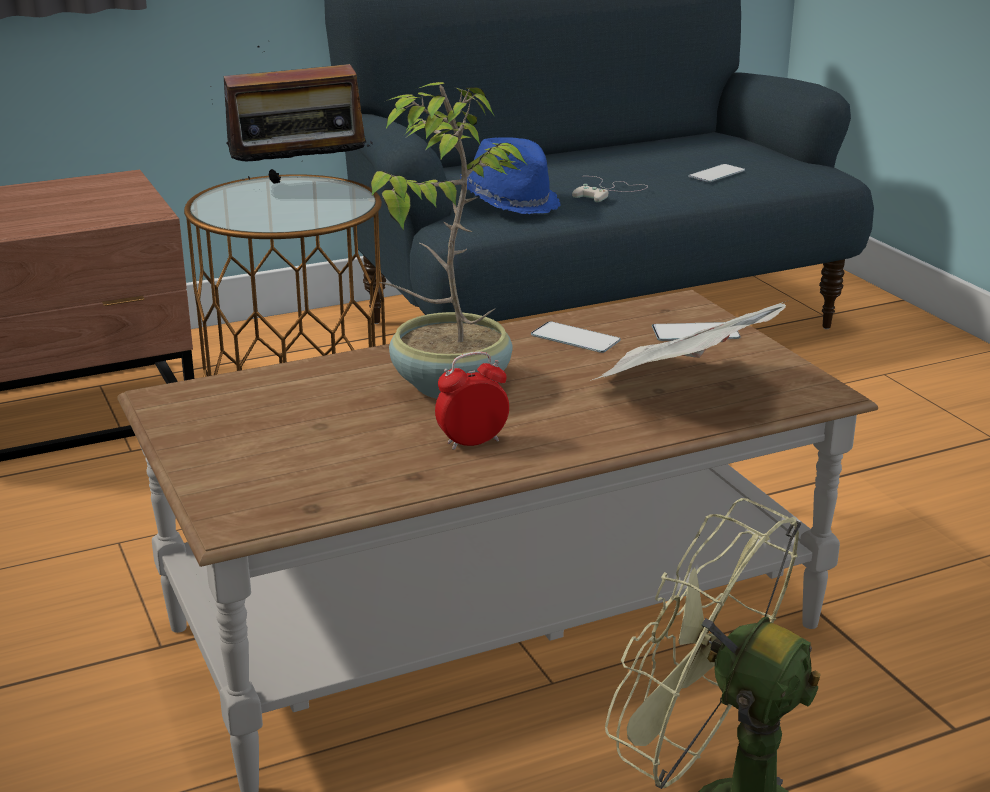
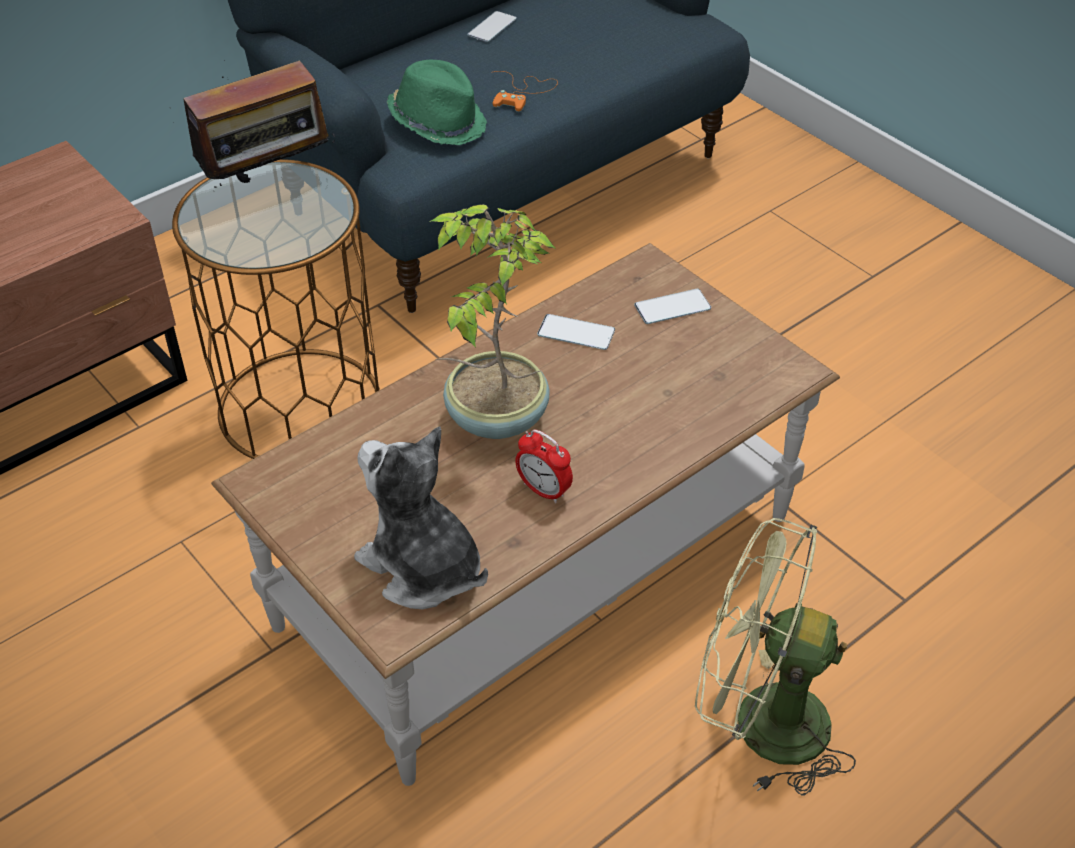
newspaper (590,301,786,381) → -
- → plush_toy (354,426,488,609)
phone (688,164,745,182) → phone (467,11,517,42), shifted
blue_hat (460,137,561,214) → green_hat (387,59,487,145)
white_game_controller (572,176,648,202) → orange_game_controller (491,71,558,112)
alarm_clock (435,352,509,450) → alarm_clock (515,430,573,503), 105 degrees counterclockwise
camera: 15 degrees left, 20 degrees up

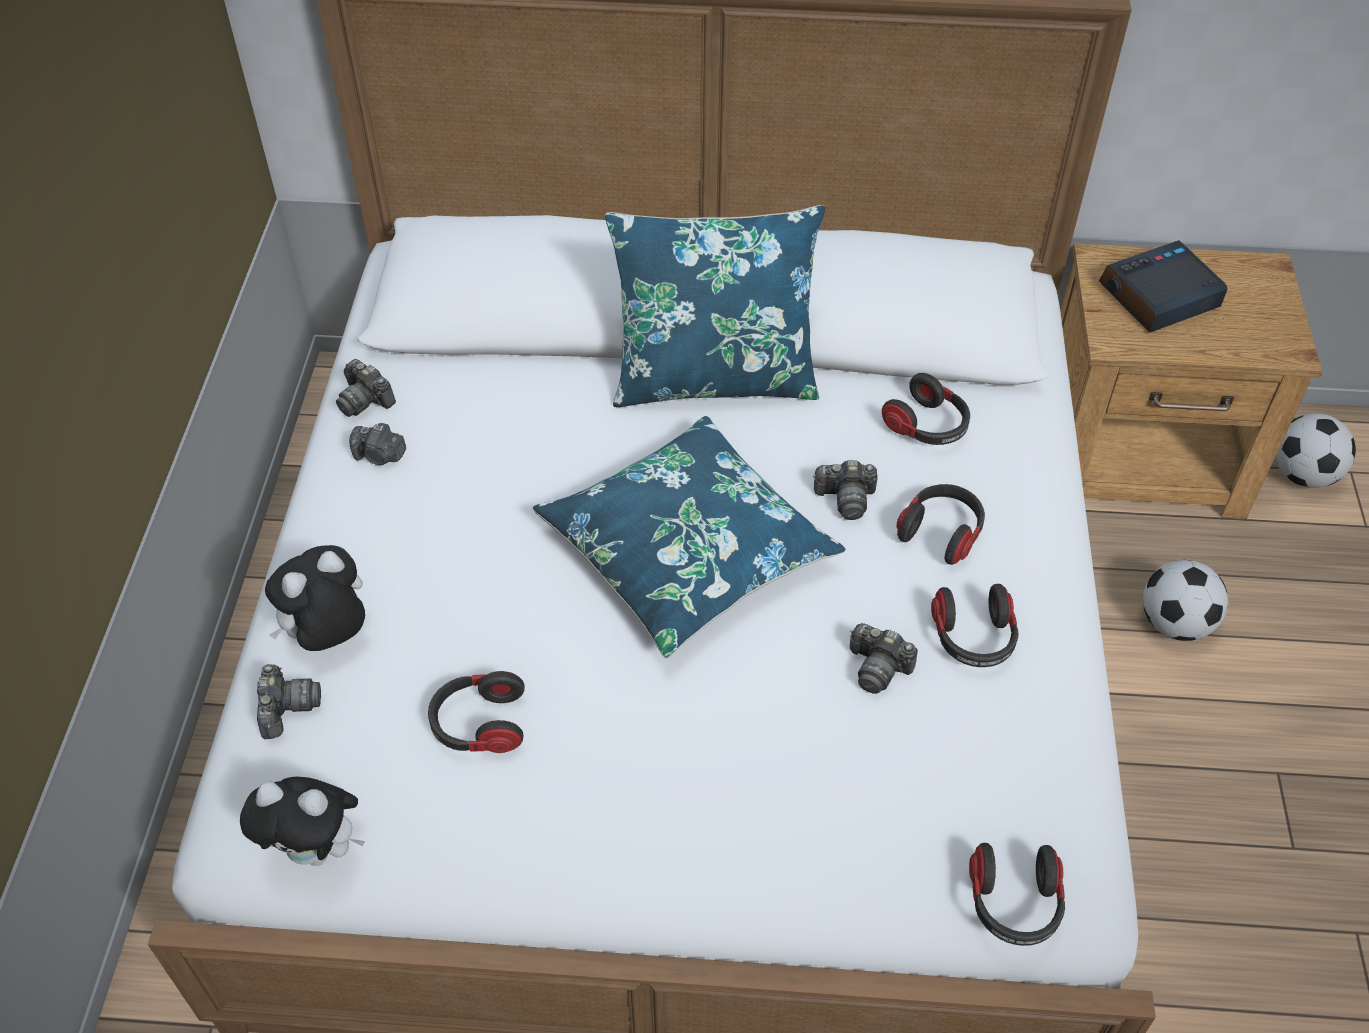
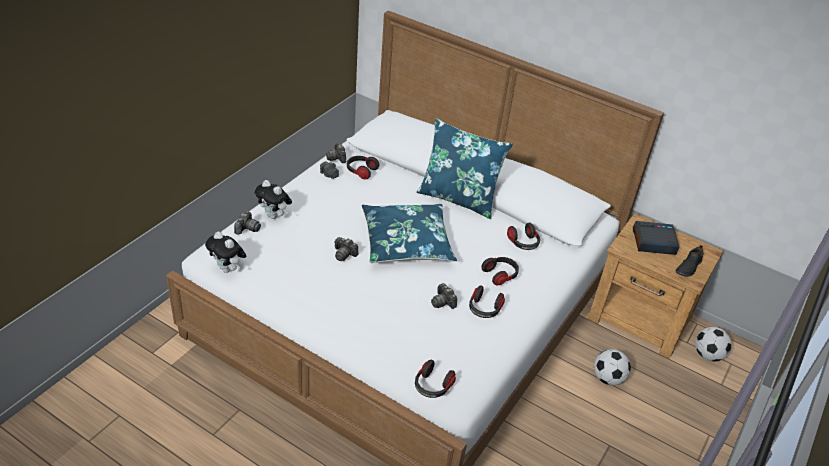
- → black_shoe (675,245,704,277)
headphones (428,671,525,753) → headphones (347,156,379,179), shifted
photo_camera (813,460,878,520) → photo_camera (335,237,358,261), shifted
plush_toy (265,545,365,651) → plush_toy (254,180,292,219), 135 degrees counterclockwise
camera: 25 degrees right, 10 degrees down

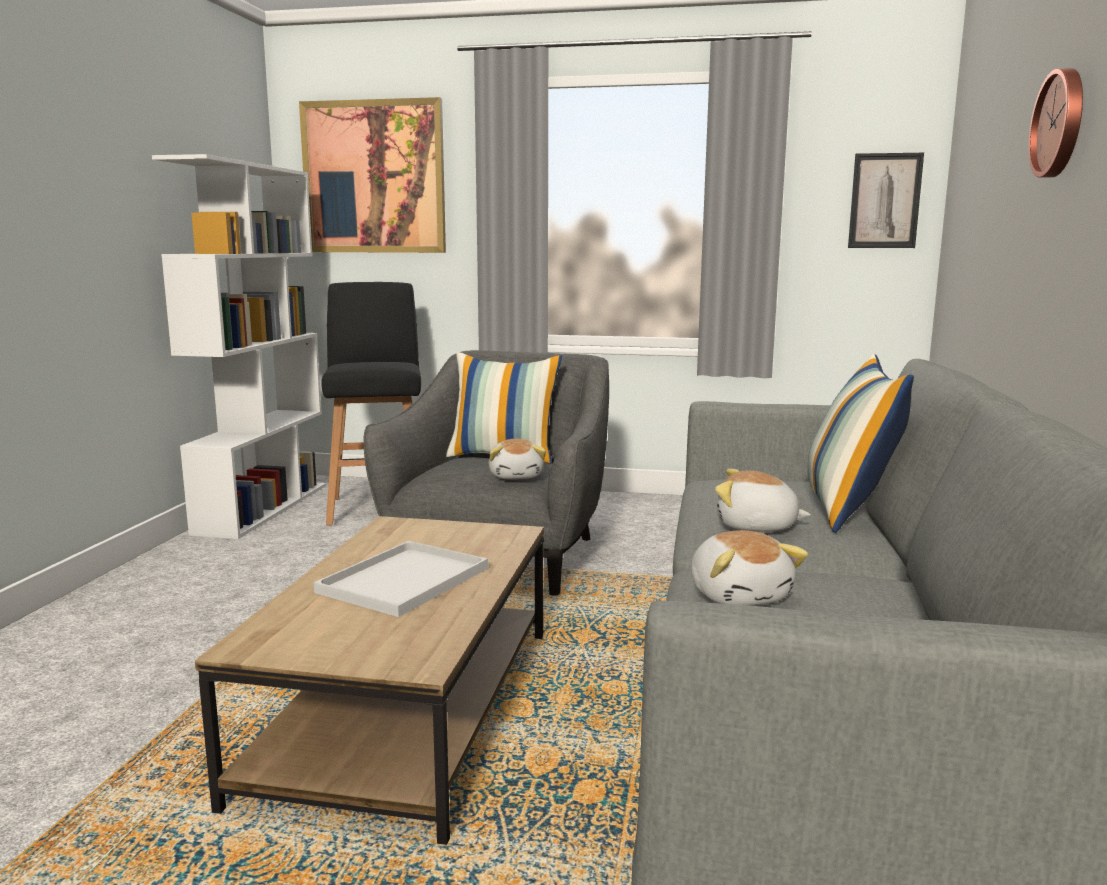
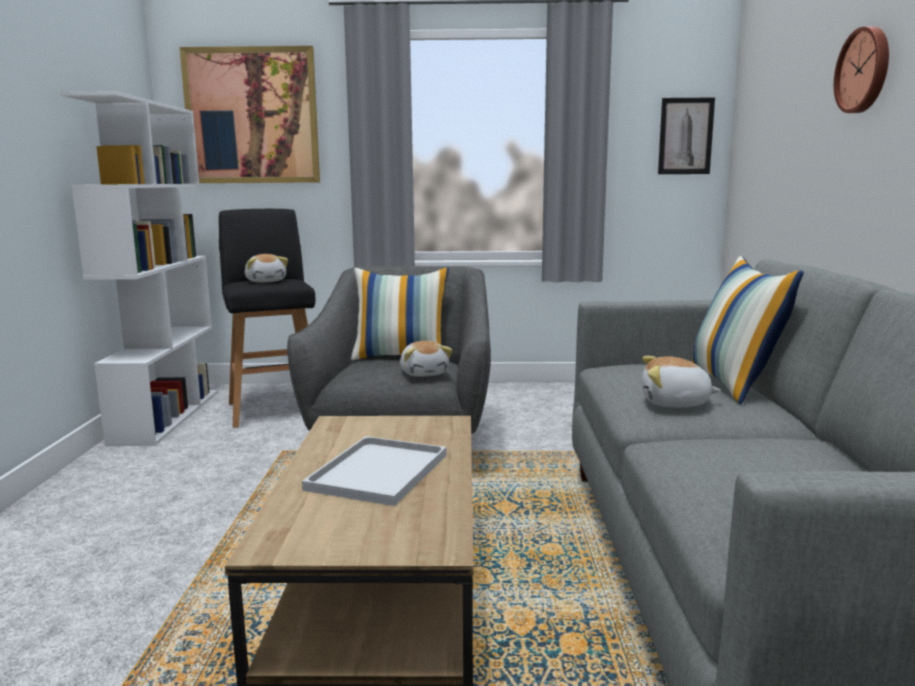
plush_toy (691,530,808,606) → plush_toy (245,254,288,282), shifted
camera: 10 degrees left, 0 degrees up

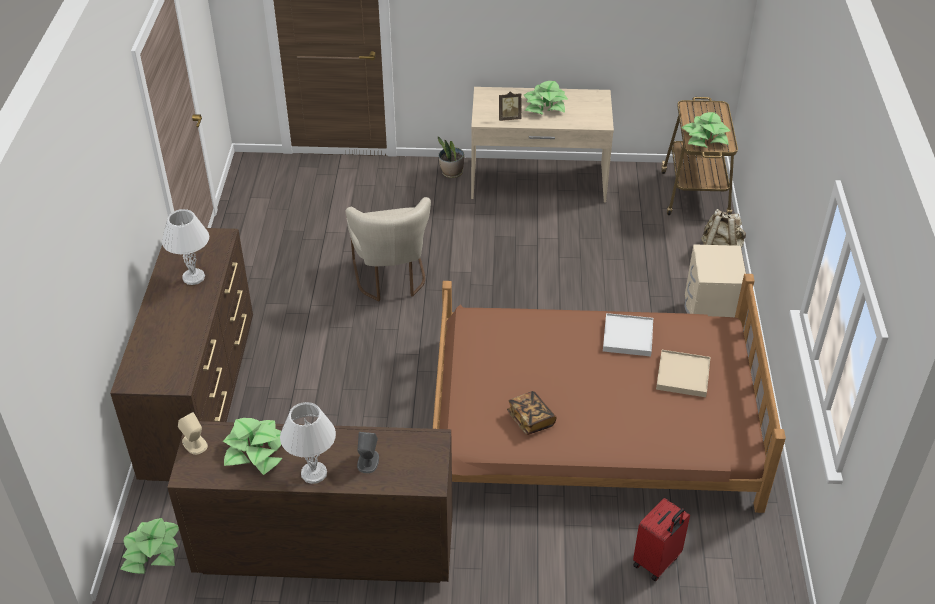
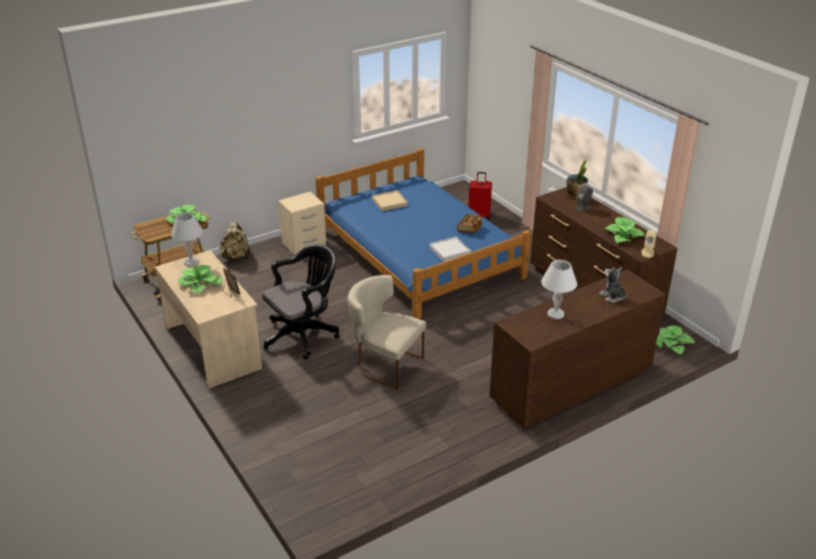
- → black_office_chair (262,244,339,360)
- → plush_toy (599,267,628,303)
white_table_lamp (280,402,336,484) → white_table_lamp (171,213,203,266), shifted
potted_plant (438,136,464,178) → potted_plant (567,159,588,199), shifted
white_tray (603,313,653,356) → white_tray (429,236,471,261), shifted
brown_bed (433,274,786,513) → blue_bed (315,148,531,319)
beige_chair (345,197,431,301) → beige_chair (347,275,426,389), 105 degrees counterclockwise
camera: 125 degrees left, 10 degrees down

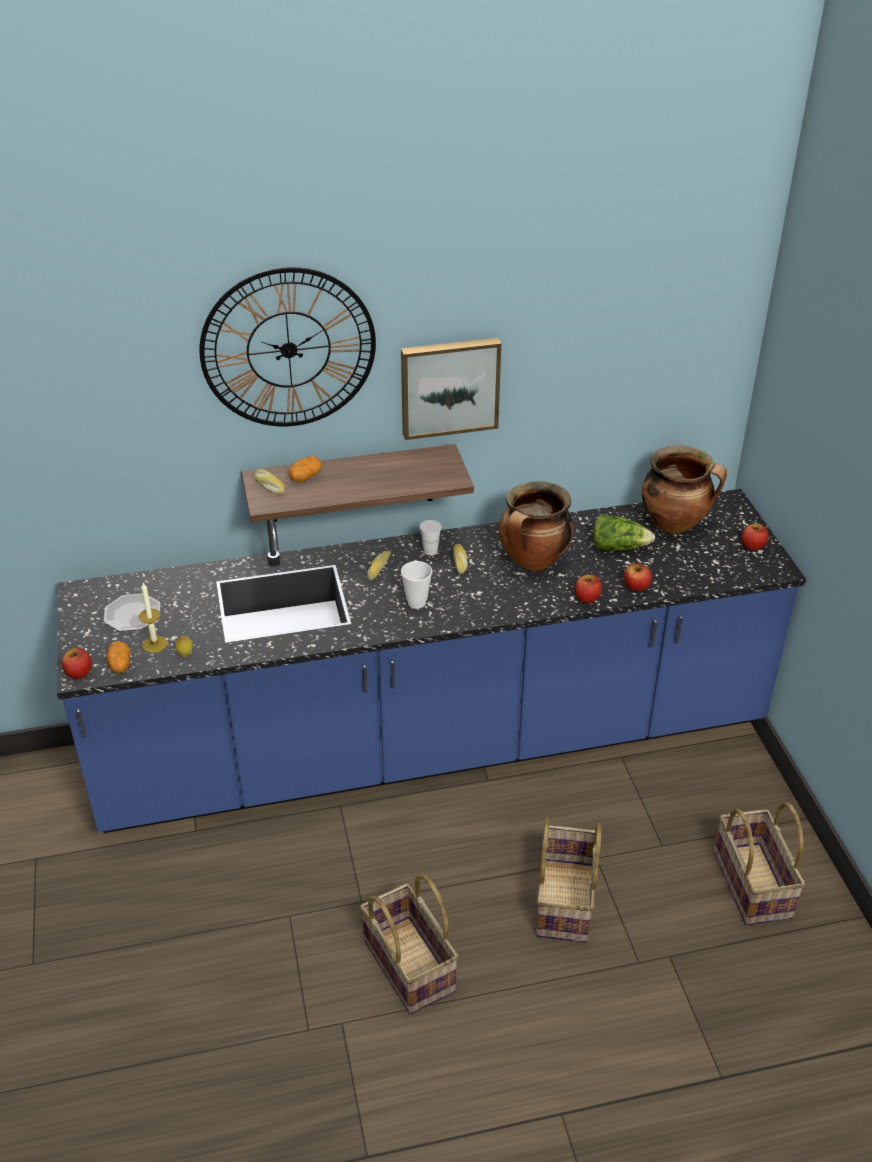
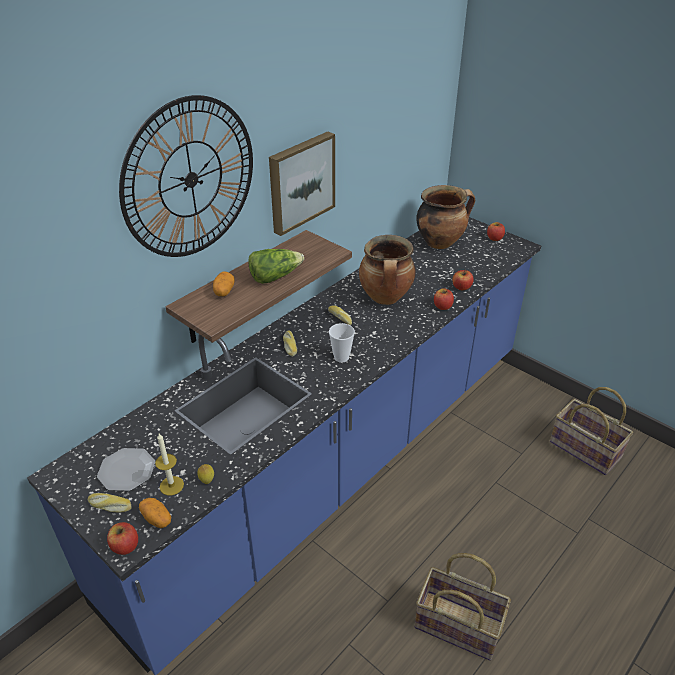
white_cup (419,520,442,555) → -
basket (536,817,602,943) → -
bread (254,469,286,494) → bread (88,493,132,513), shifted
lettuce (593,514,655,551) → lettuce (249,249,304,284), shifted
camera: 35 degrees left, 0 degrees up

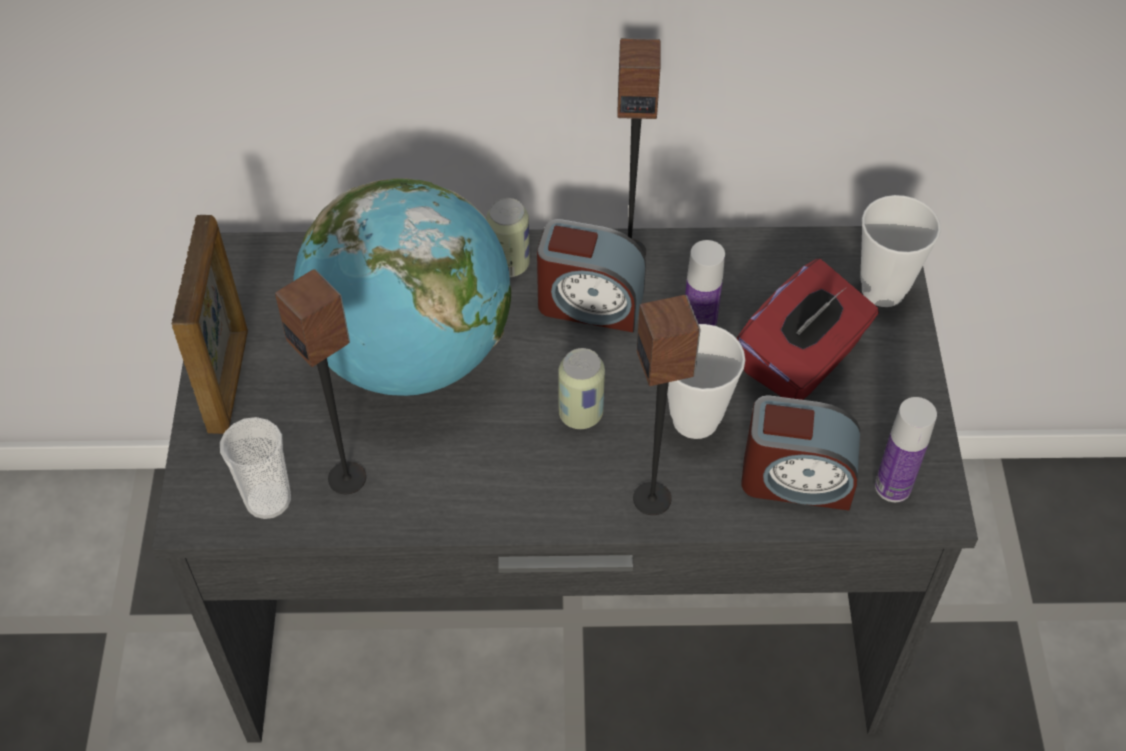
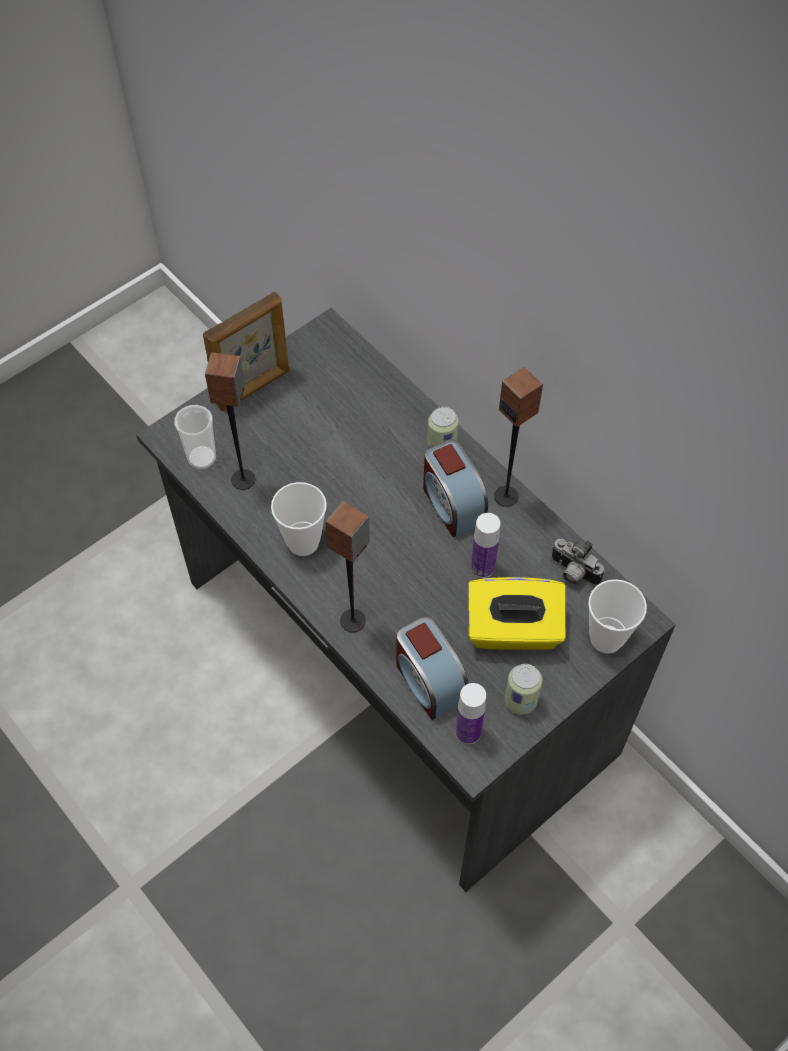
globe (293,178,511,396) → -
- → photo_camera (552,539,604,585)
can (558,348,605,429) → can (504,664,543,714), shifted
cup (667,324,745,439) → cup (271,482,327,556), shifted
red_tissue_box (736,259,879,400) → yellow_tissue_box (468,577,566,650)
camera: 50 degrees right, 5 degrees up

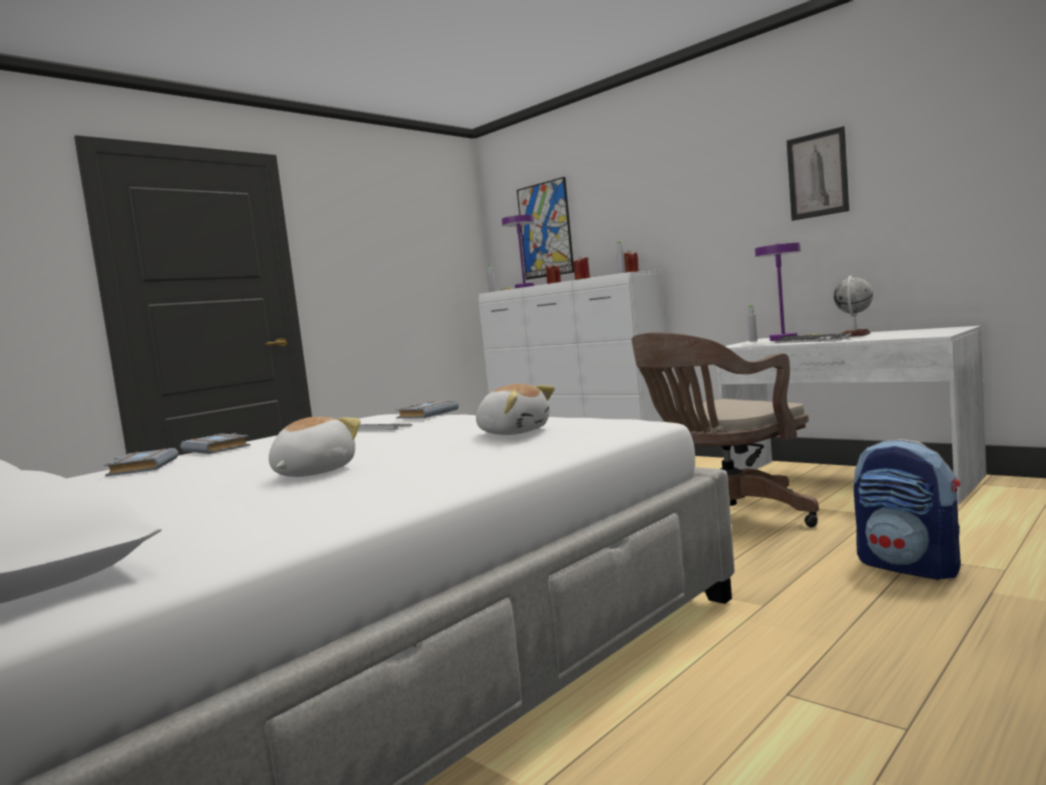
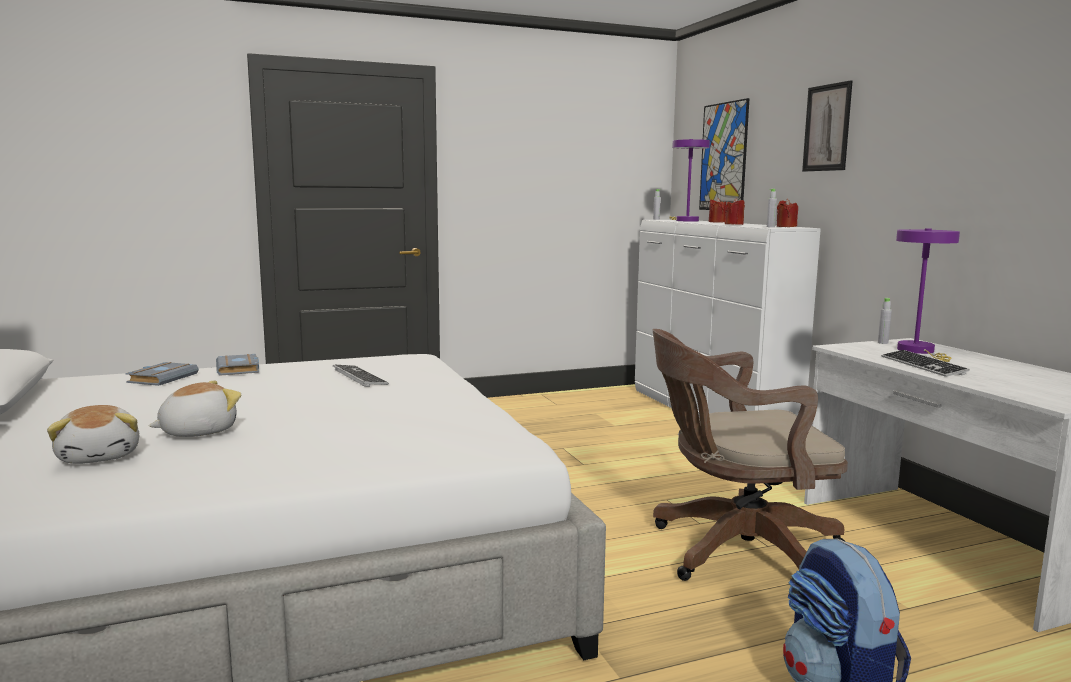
grey_book (395,400,459,419) → -
globe (834,275,873,337) → -
plush_toy (476,384,555,435) → plush_toy (47,405,139,464), shifted
picture (787,126,849,221) → picture (802,80,853,171), shifted
camera: 25 degrees right, 5 degrees up

